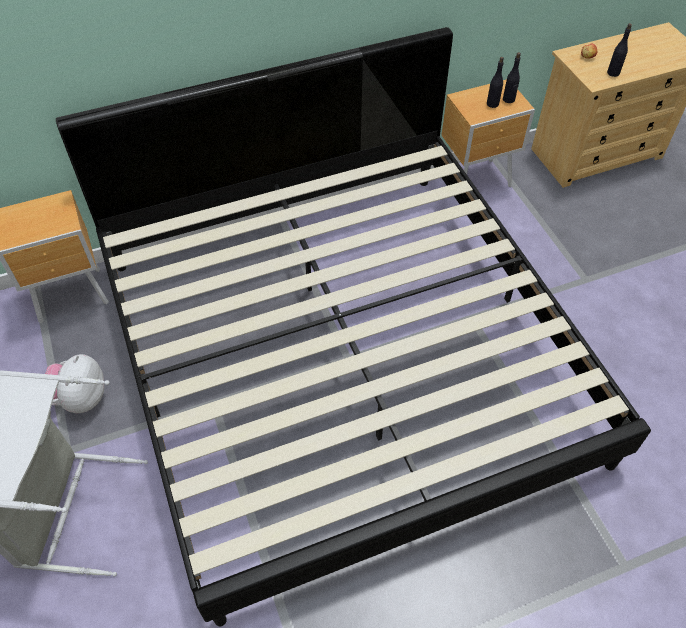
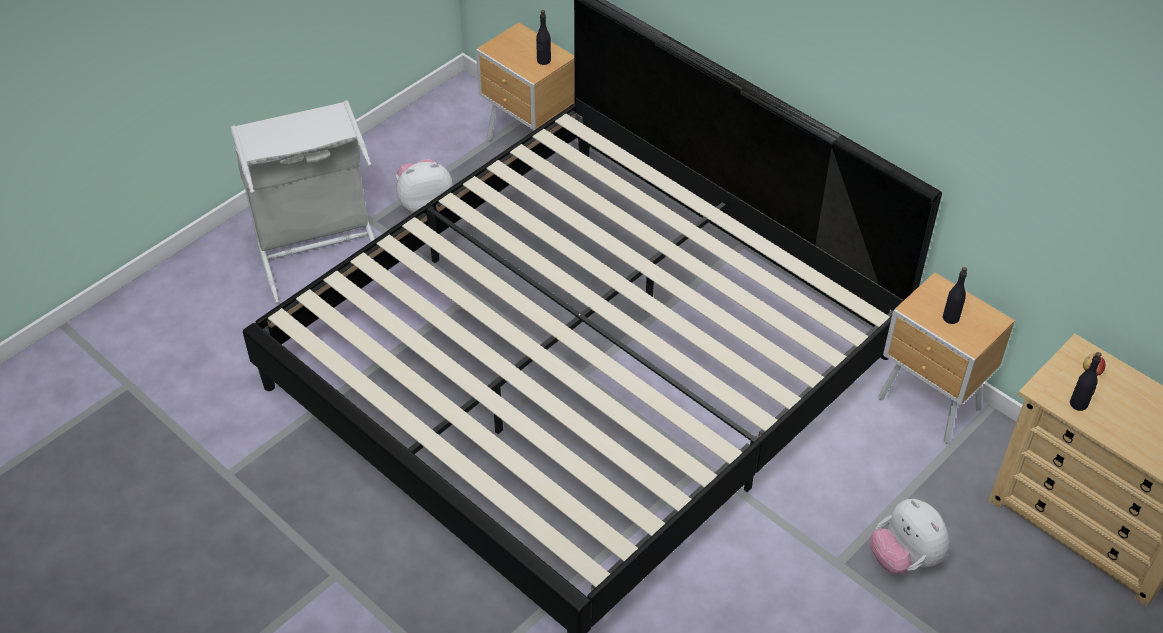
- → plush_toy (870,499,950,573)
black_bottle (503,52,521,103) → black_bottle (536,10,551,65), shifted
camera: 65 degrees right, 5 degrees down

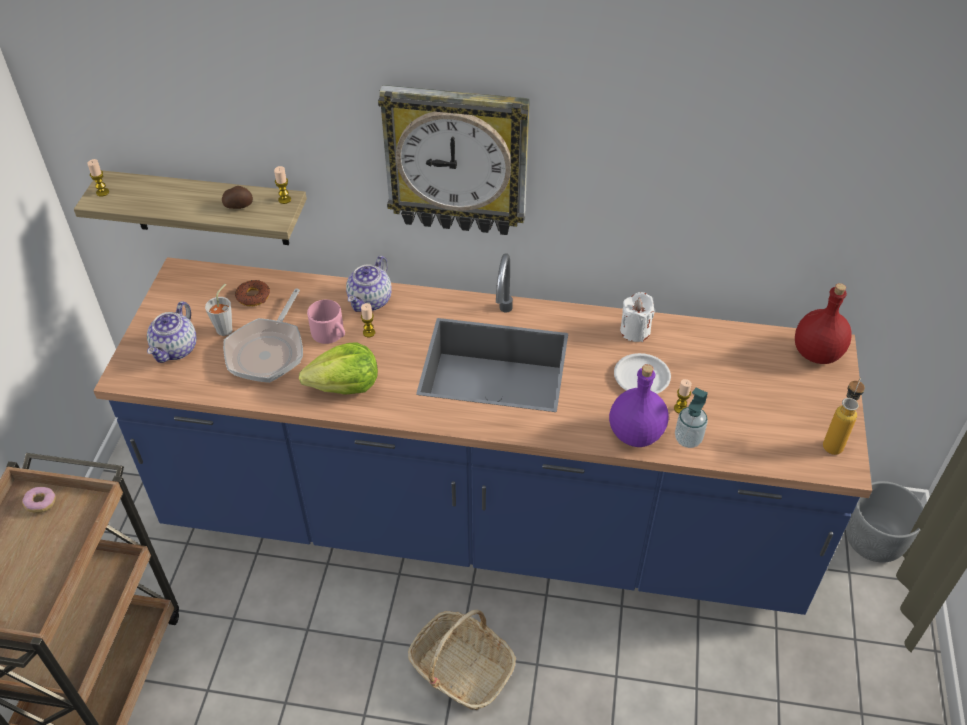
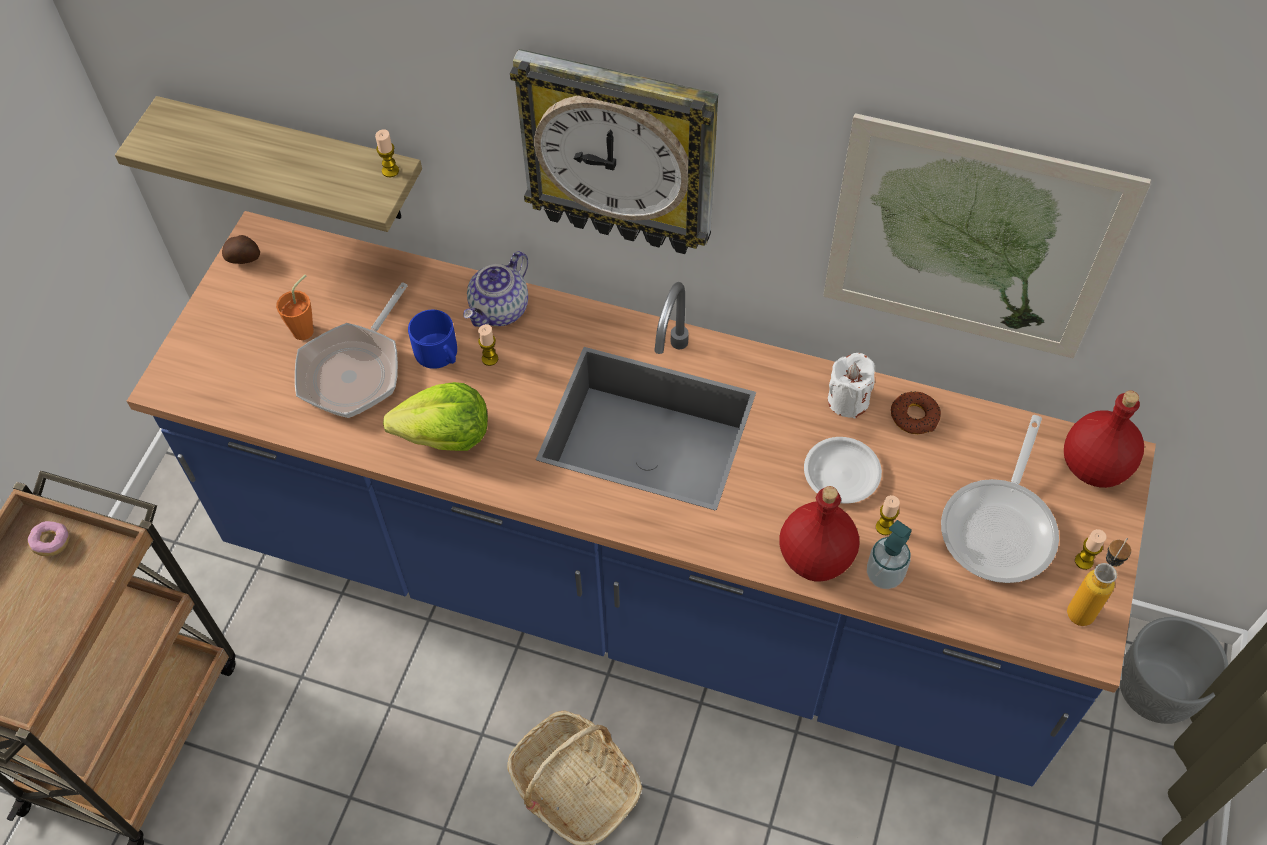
teapot (147,301,197,363) → -
- → picture (823,113,1151,358)
- → frying_pan (941,415,1059,583)
candle (87,159,109,196) → candle (1075,529,1106,570), shifted
potato (222,186,253,209) → potato (222,235,260,264), shifted
donut (235,280,270,306) → donut (891,391,941,434), shifted
grey_cup (205,284,232,336) → orange_cup (276,275,314,340)
pink_mug (307,300,345,344) → blue_mug (408,310,457,369)
purple_bottle (609,364,669,447) → red_bottle (779,486,859,582)
camera: 10 degrees right, 10 degrees up

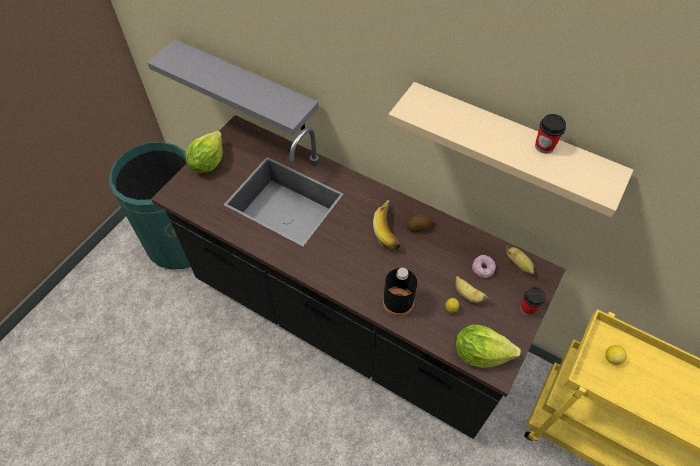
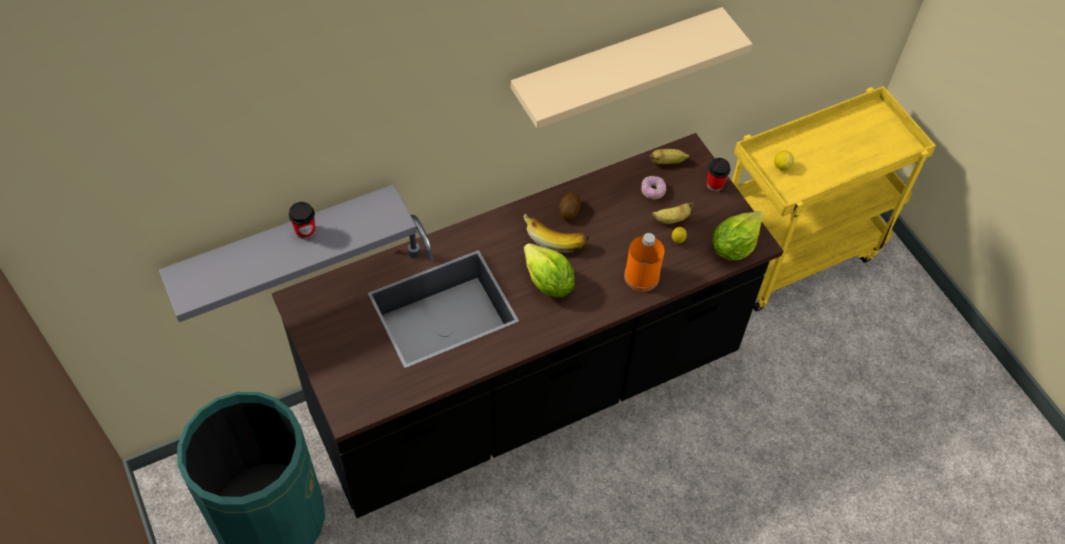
lettuce (185,131,222,173) → lettuce (524,243,575,298), shifted
cup (535,114,566,154) → cup (289,202,315,239), shifted
black_bottle (383,268,417,317) → orange_bottle (624,233,664,292)
camera: 60 degrees left, 0 degrees up

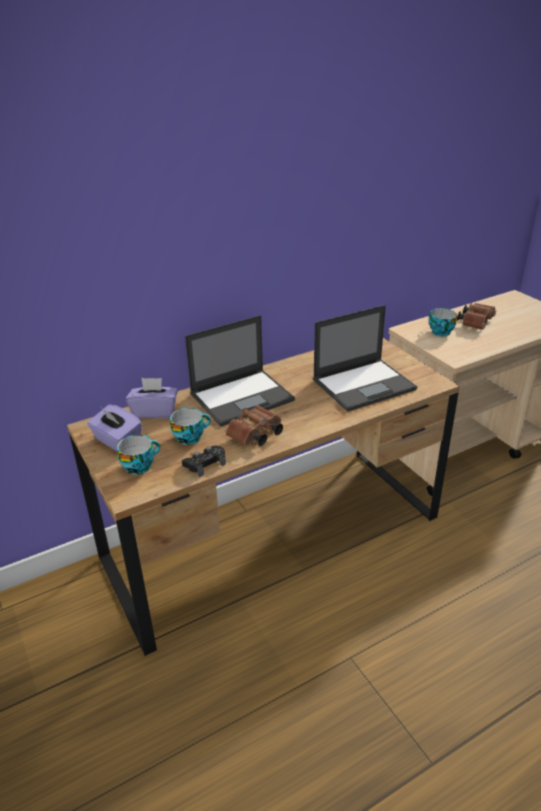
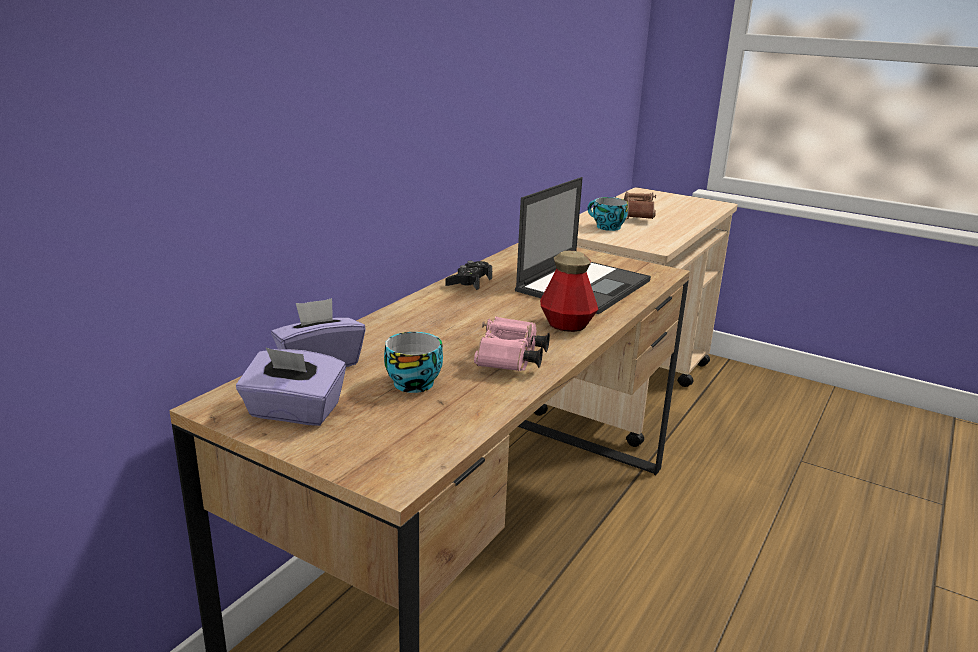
cup (117,435,160,475) → -
laptop (185,315,295,426) → -
- → bottle (540,251,598,332)
black_game_controller (182,445,226,477) → black_game_controller (445,261,492,290), shifted
brown_binoculars (226,405,283,446) → pink_binoculars (474,316,550,371)
camera: 30 degrees left, 10 degrees down

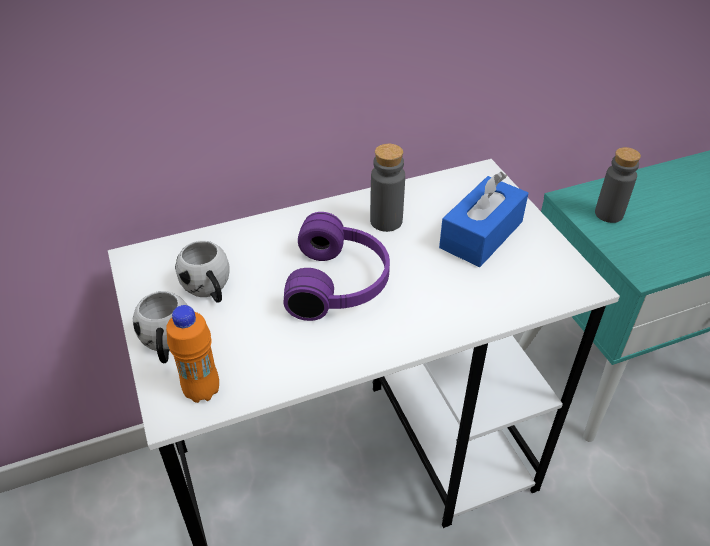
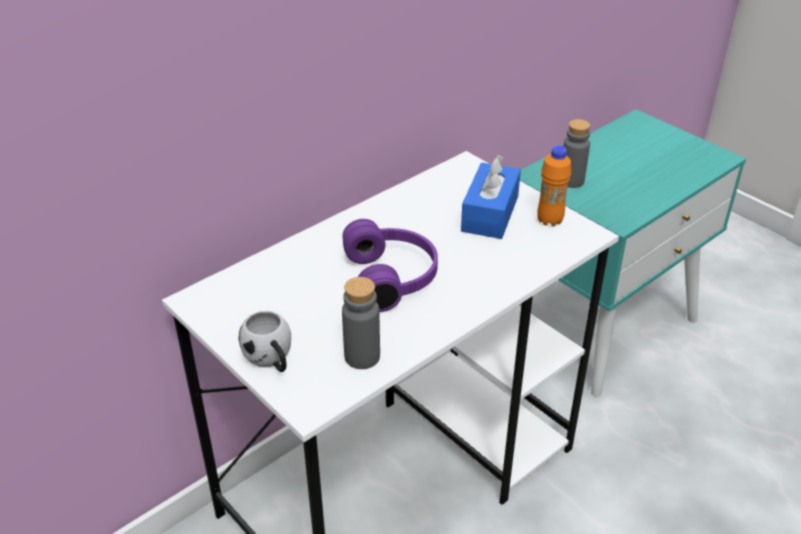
white_mug (175,241,230,303) → -
orange_bottle (166,305,219,403) → orange_bottle (537,145,571,226), shifted
grey_bottle (370,144,405,232) → grey_bottle (342,277,380,369), shifted
camera: 20 degrees left, 5 degrees down

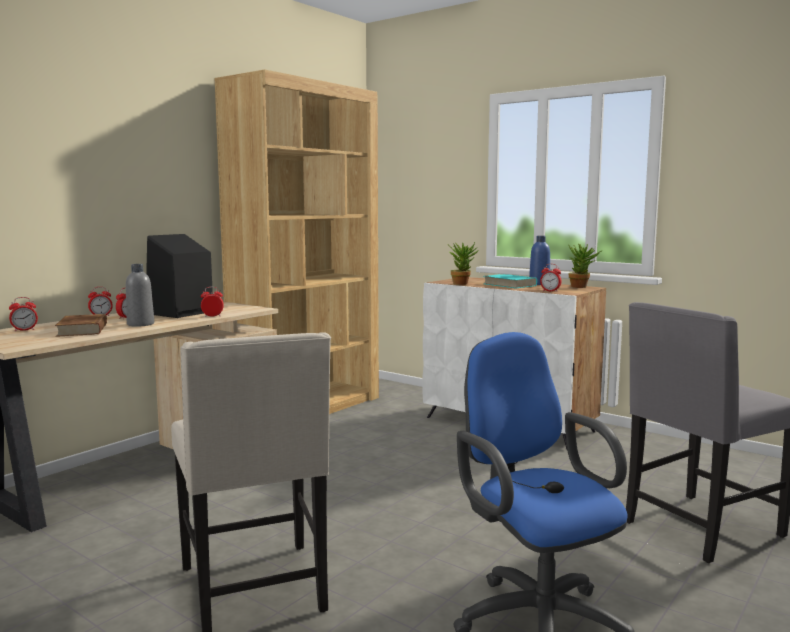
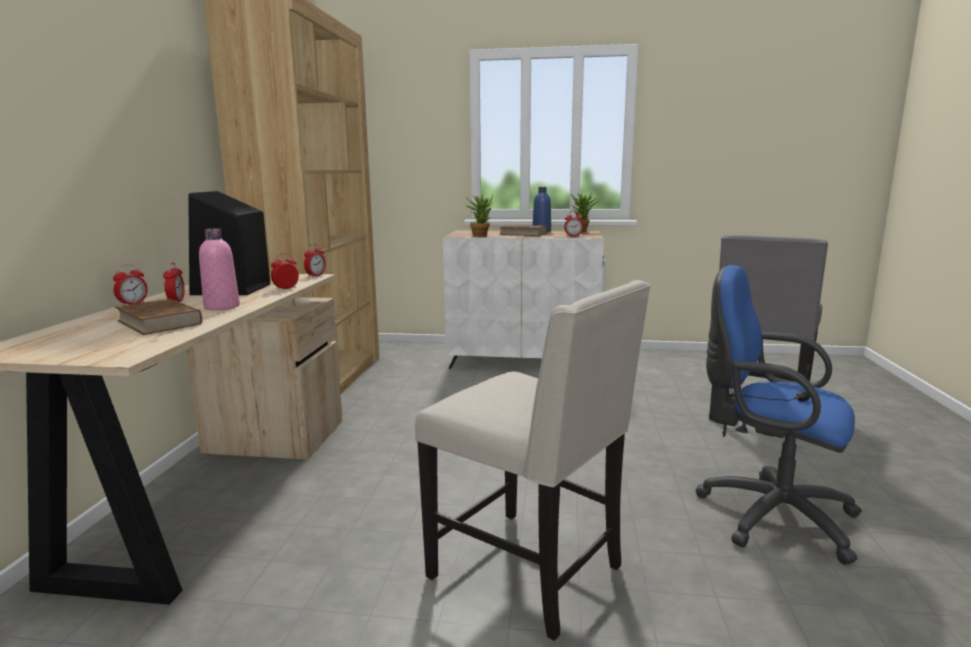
alarm_clock (9,297,38,332) → alarm_clock (304,244,326,278), shifted
grey_bottle (126,264,154,327) → pink_bottle (199,228,240,310)
turquoise_book (484,274,537,288) → brown_book (499,224,547,236)
camera: 30 degrees left, 5 degrees up

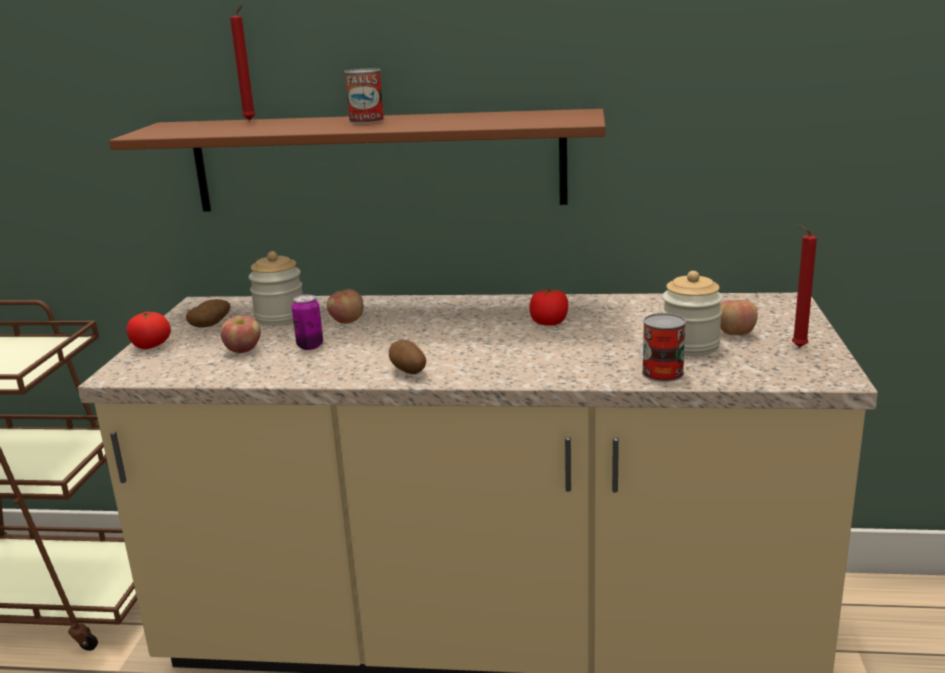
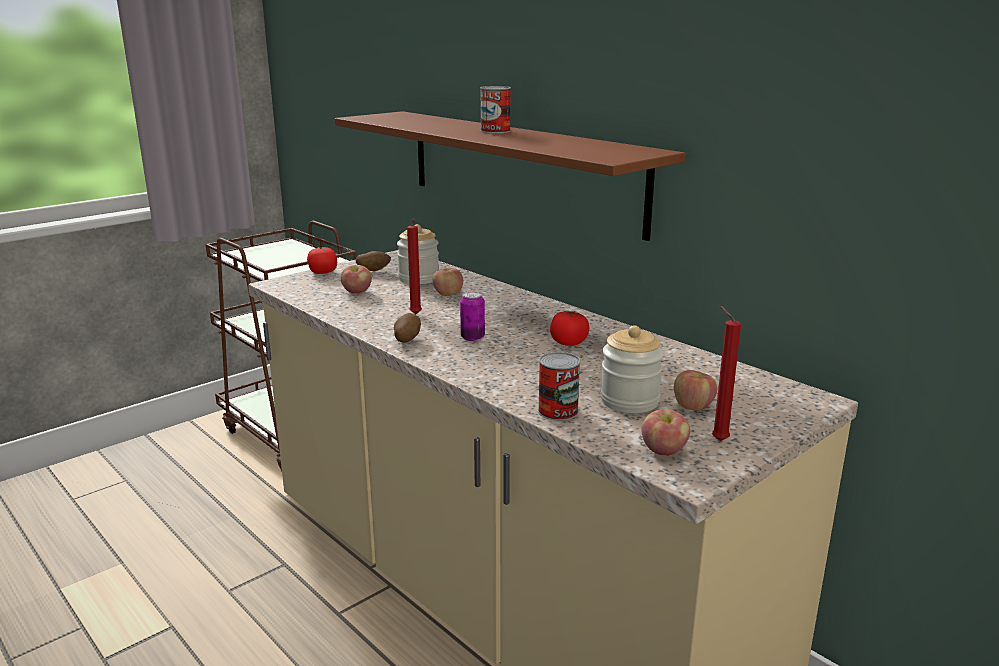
- → apple (641,409,690,455)
red_candle (230,4,256,120) → red_candle (407,219,422,314), shifted
can (292,295,323,350) → can (460,291,485,341), shifted
camera: 40 degrees right, 0 degrees up

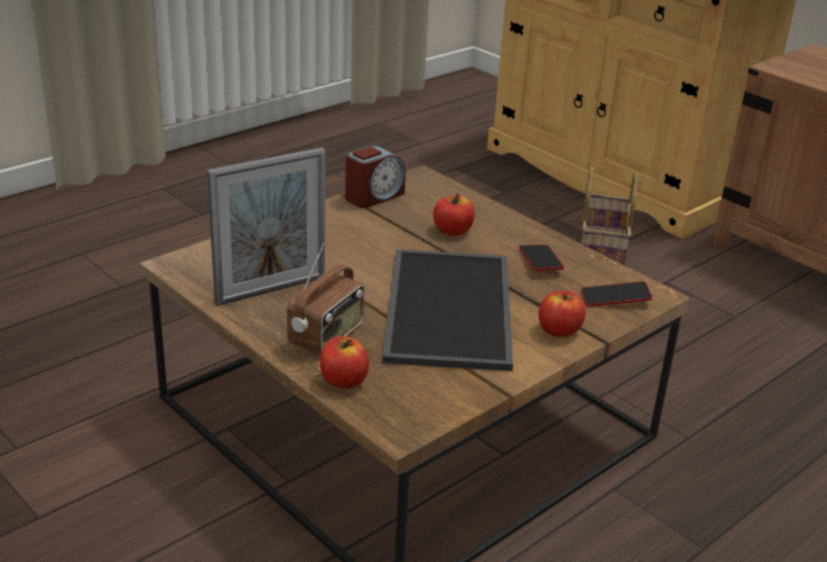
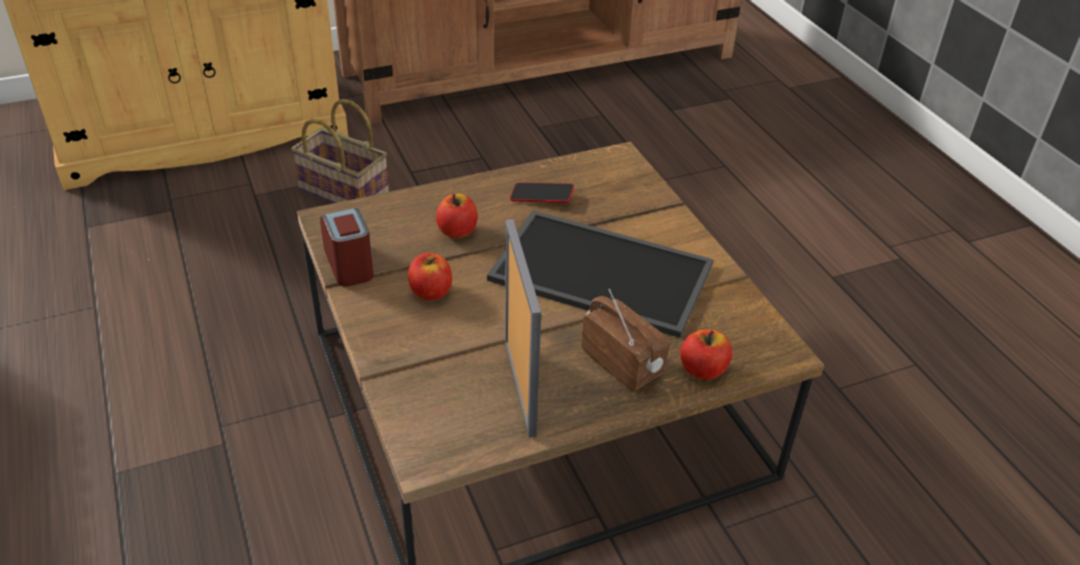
phone (581,281,652,307) → -
apple (539,291,586,338) → apple (408,253,452,301), shifted
camera: 70 degrees left, 10 degrees up

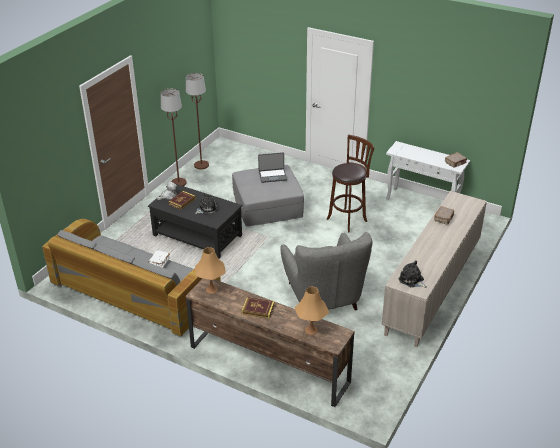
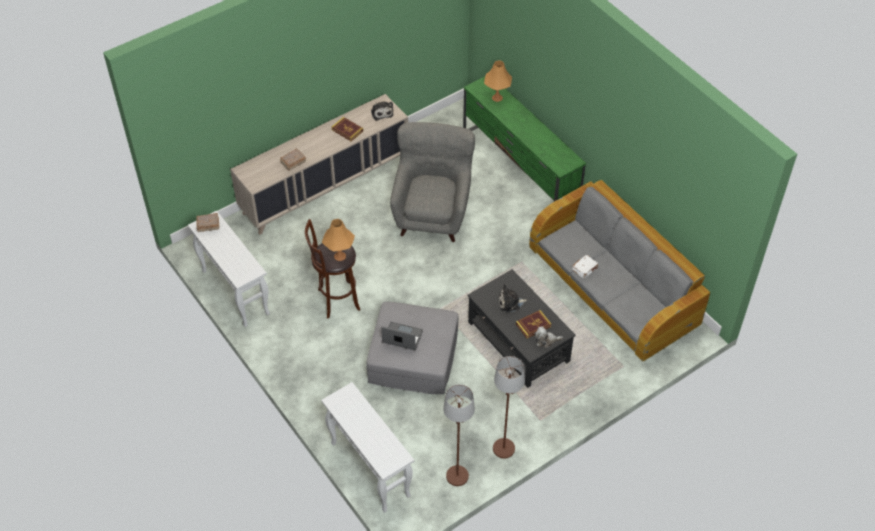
- → white_console_table (321,382,414,513)
orange_table_lamp (195,247,226,294) → orange_table_lamp (322,219,355,261), shifted
book (241,297,275,319) → book (331,117,363,141), shifted
brown_tv_stand (185,279,355,407) → green_tv_stand (463,77,586,201)
camera: 155 degrees left, 15 degrees up

